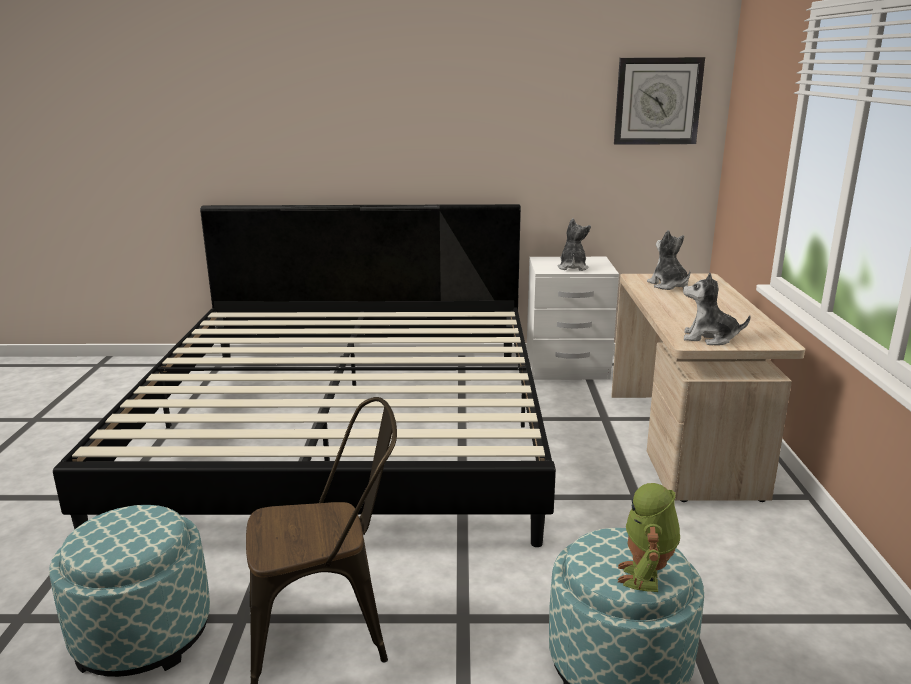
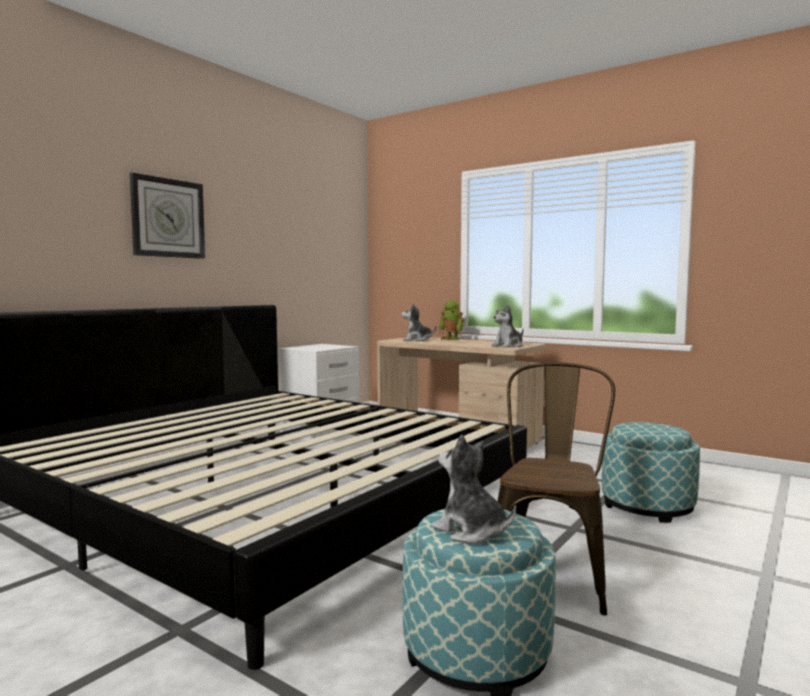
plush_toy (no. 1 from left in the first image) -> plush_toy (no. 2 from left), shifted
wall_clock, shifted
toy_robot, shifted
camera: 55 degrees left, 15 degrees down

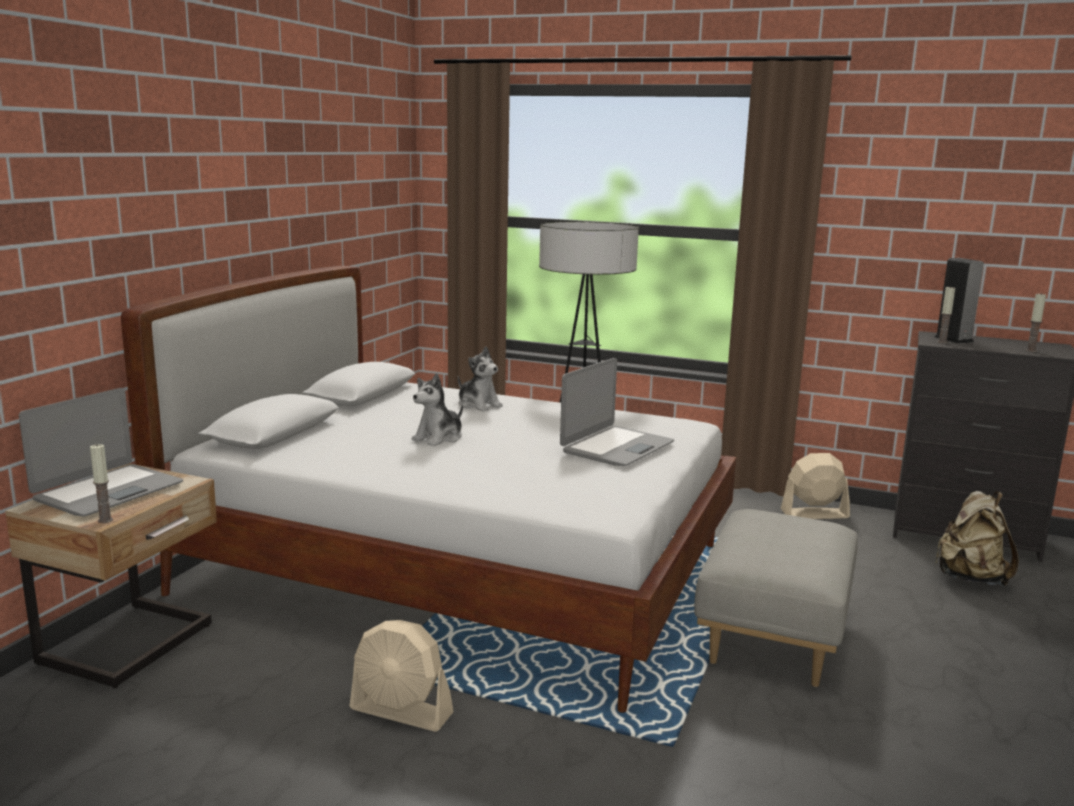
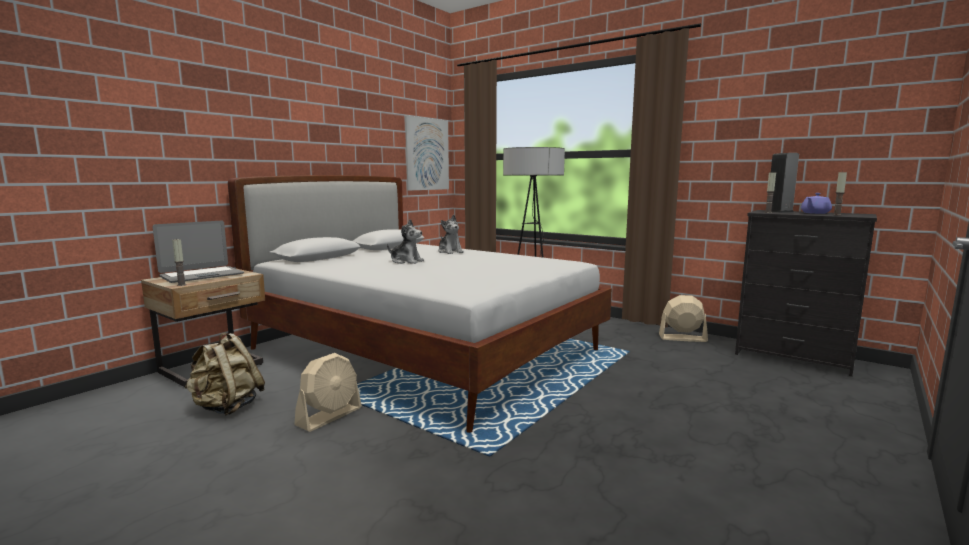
laptop (no. 2 from left) -> none
grey_ottoman -> none
none -> picture
none -> purple_teapot
beige_backpack, shifted
beige_fan (no. 1 from left), 90 degrees counterclockwise
plush_toy (no. 1 from left), 120 degrees counterclockwise
camera: 15 degrees right, 5 degrees down

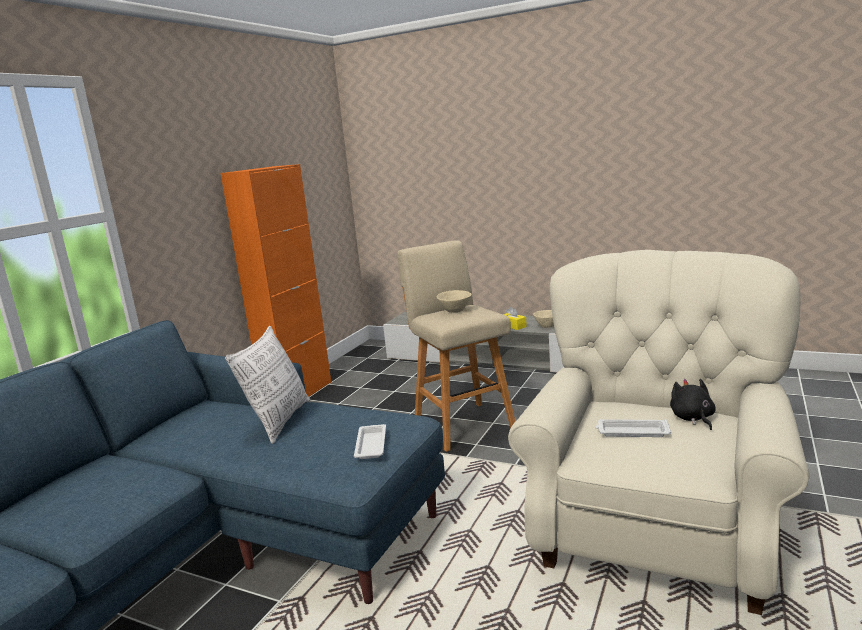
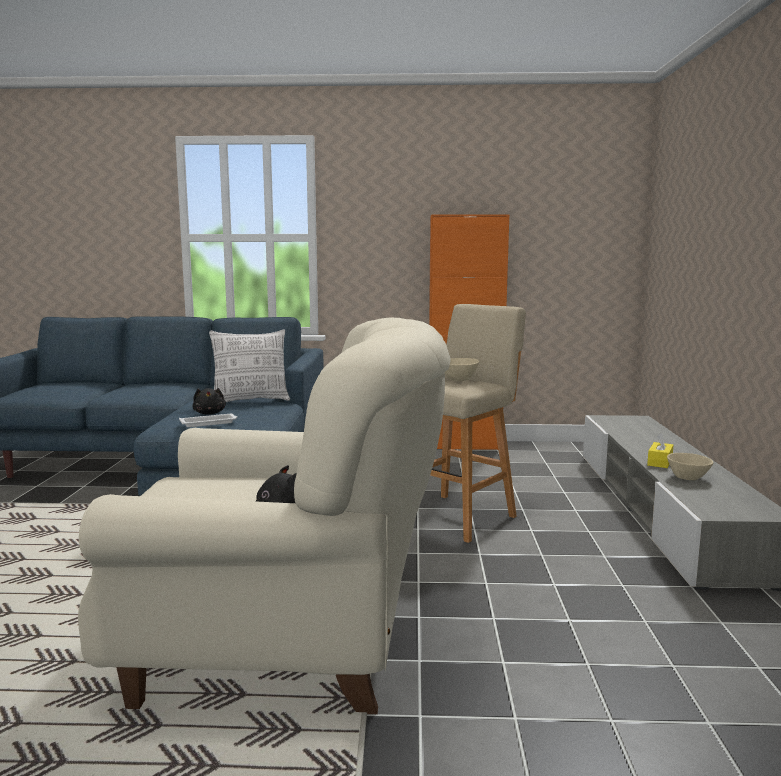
white_tray (no. 2 from left) -> none
none -> black_plush_toy (no. 1 from left)
camera: 65 degrees right, 5 degrees down

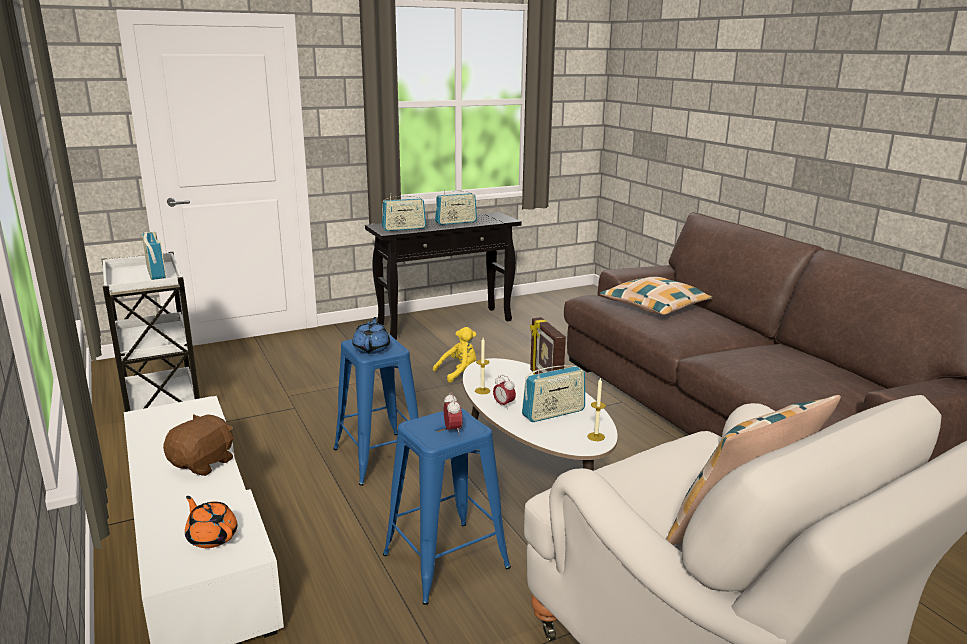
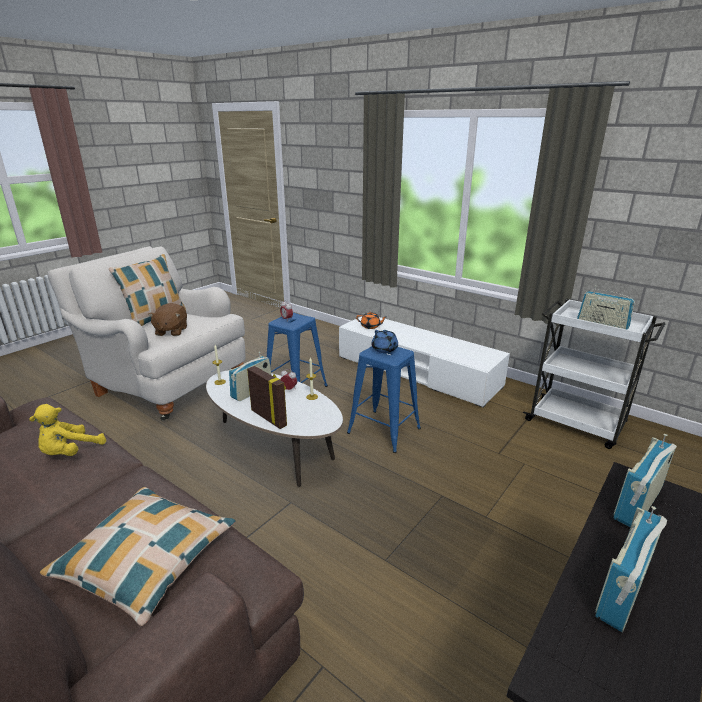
brown_plush_toy, shifted
yellow_plush_toy, shifted
camera: 155 degrees right, 5 degrees up

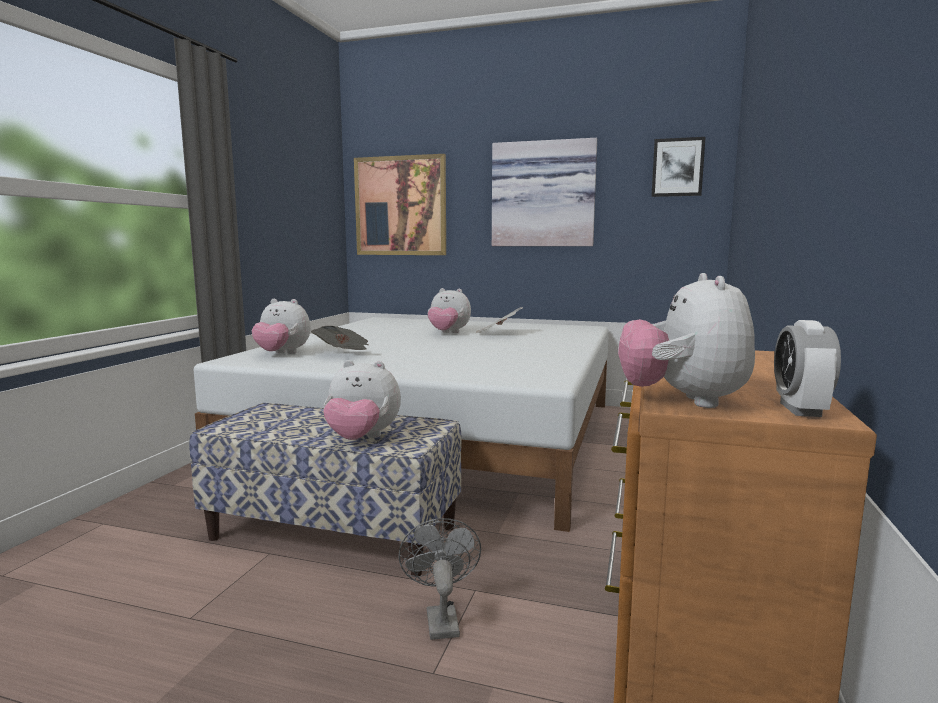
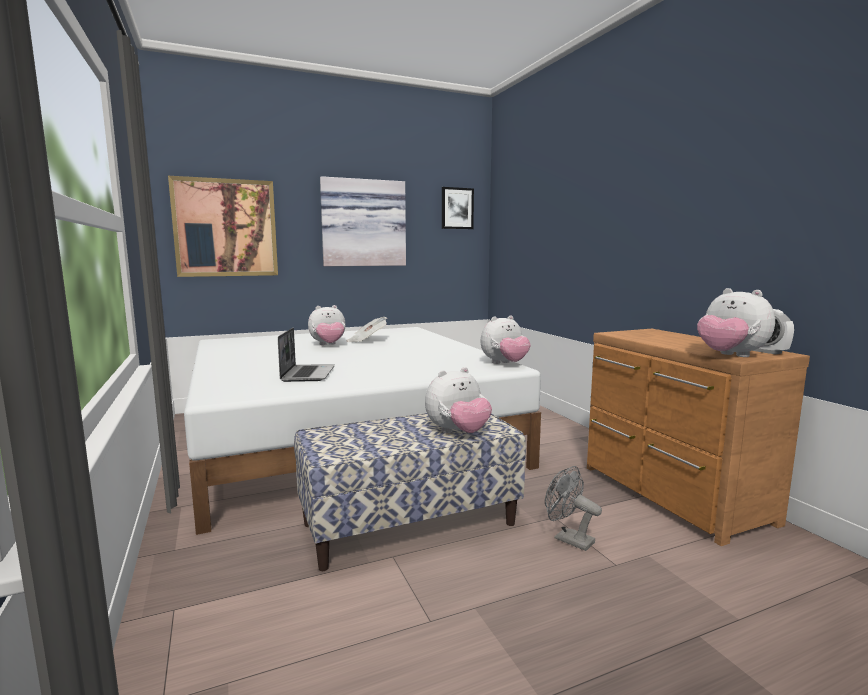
plush_toy (no. 1 from left in the first image) -> plush_toy (no. 3 from left), shifted
newspaper (no. 1 from left) -> laptop
camera: 40 degrees left, 0 degrees up

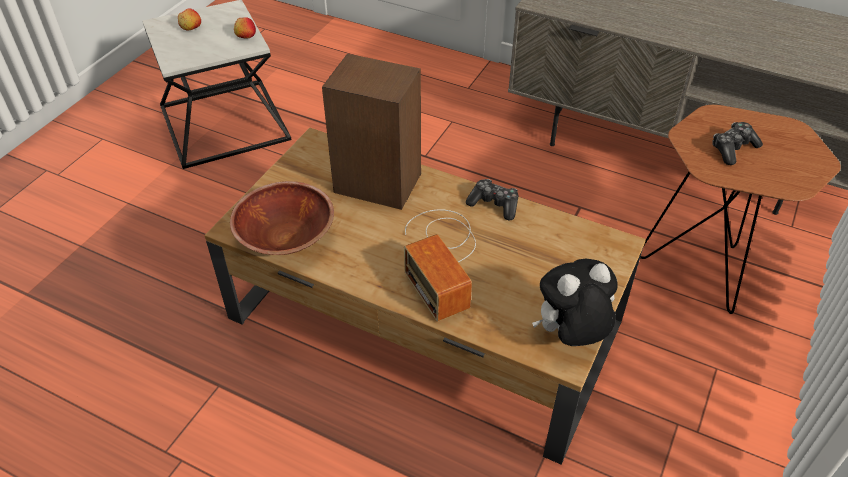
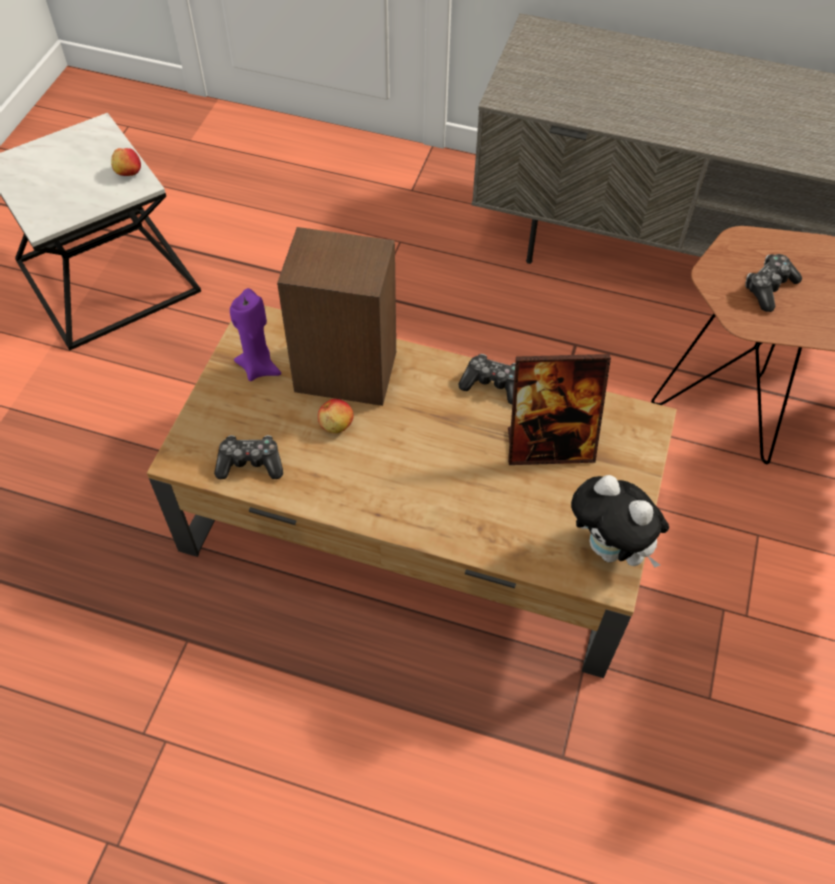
radio -> none
none -> purple_candle
none -> picture_frame
apple (no. 1 from left in the first image) -> apple (no. 2 from left), shifted
brown_bowl -> game_controller (no. 1 from left)
plush_toy, 105 degrees counterclockwise
camera: 10 degrees left, 10 degrees up

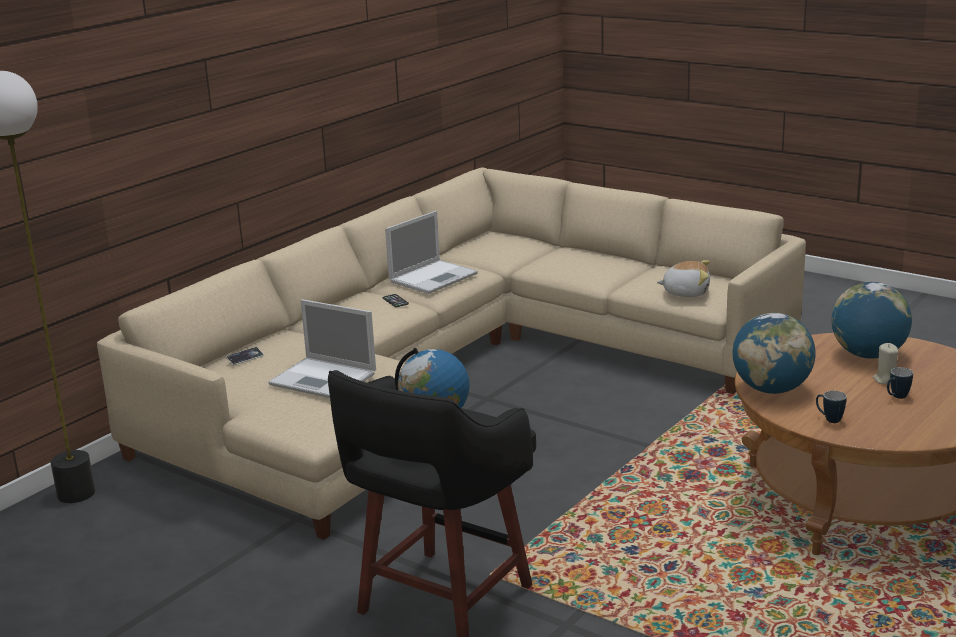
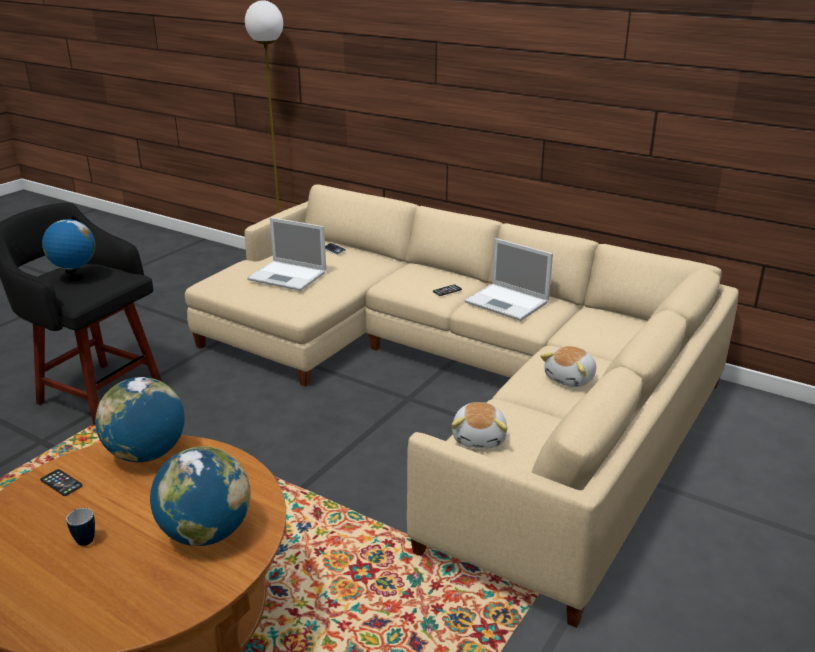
beige_candle -> none
none -> plush_toy (no. 2 from left)
mug (no. 1 from left) -> phone (no. 1 from left)
laptop (no. 1 from left), 90 degrees counterclockwise
camera: 85 degrees right, 5 degrees up

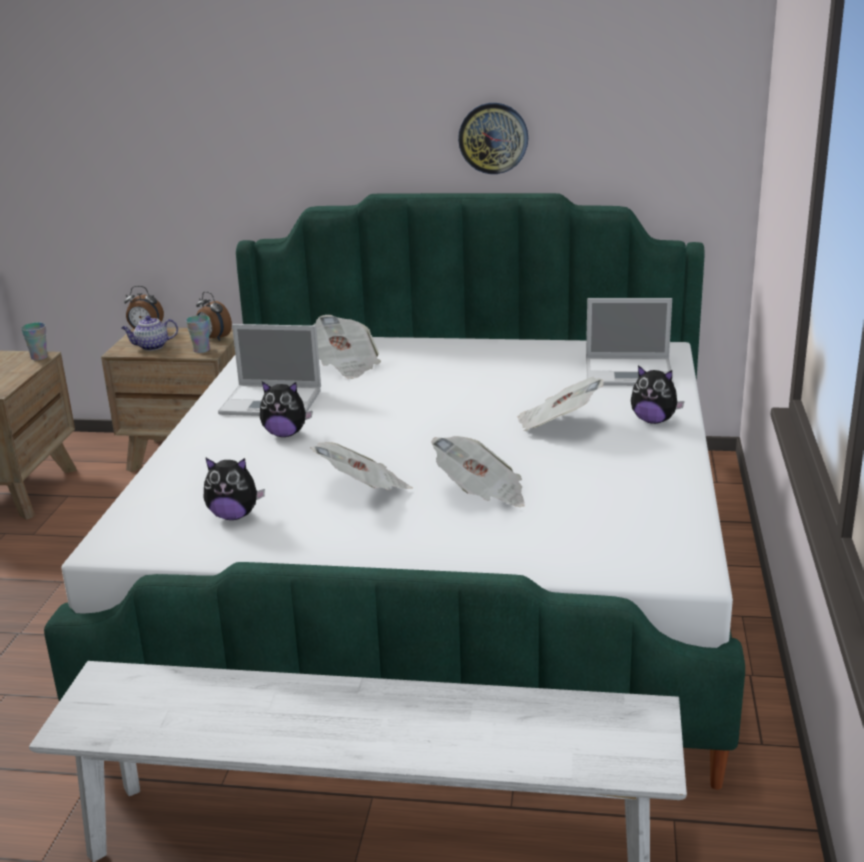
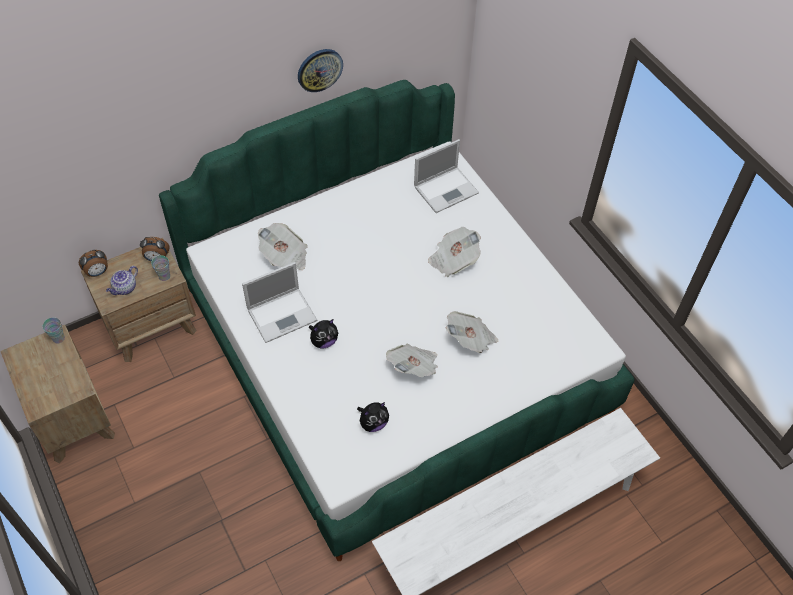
plush_toy (no. 3 from left) -> none
camera: 40 degrees left, 30 degrees up

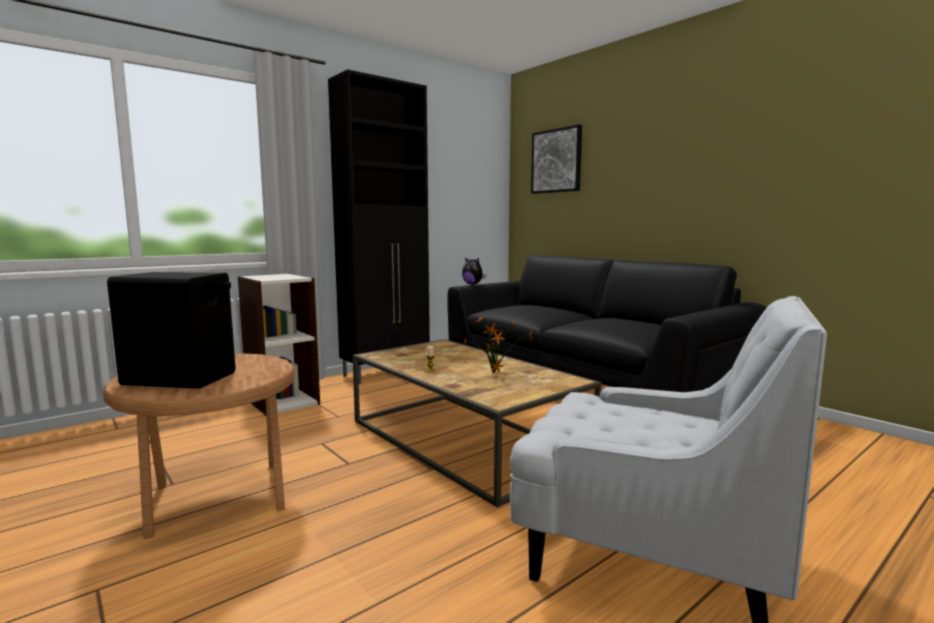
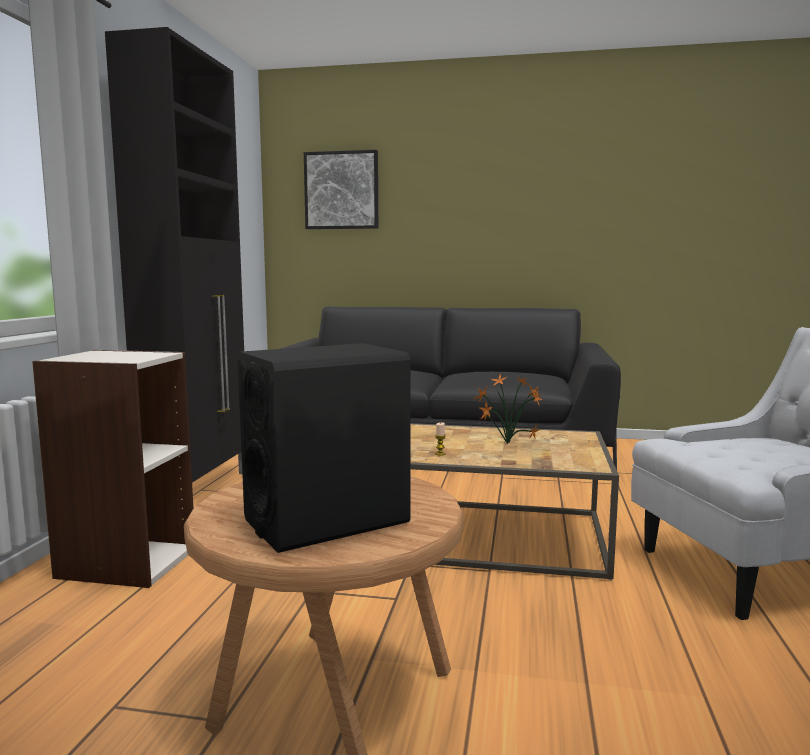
plush_toy -> none
camera: 40 degrees left, 0 degrees up

